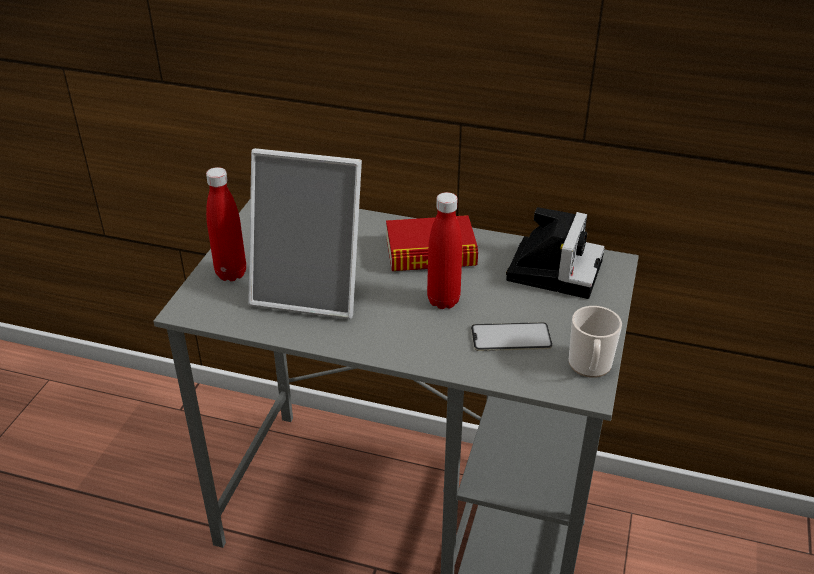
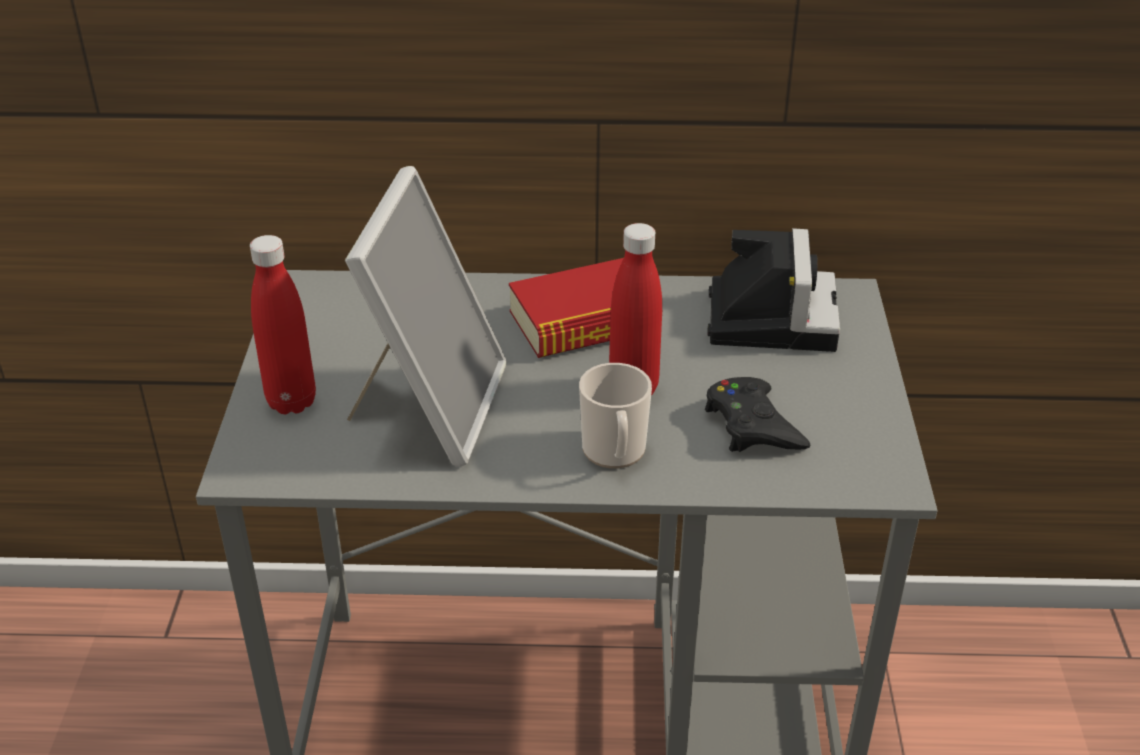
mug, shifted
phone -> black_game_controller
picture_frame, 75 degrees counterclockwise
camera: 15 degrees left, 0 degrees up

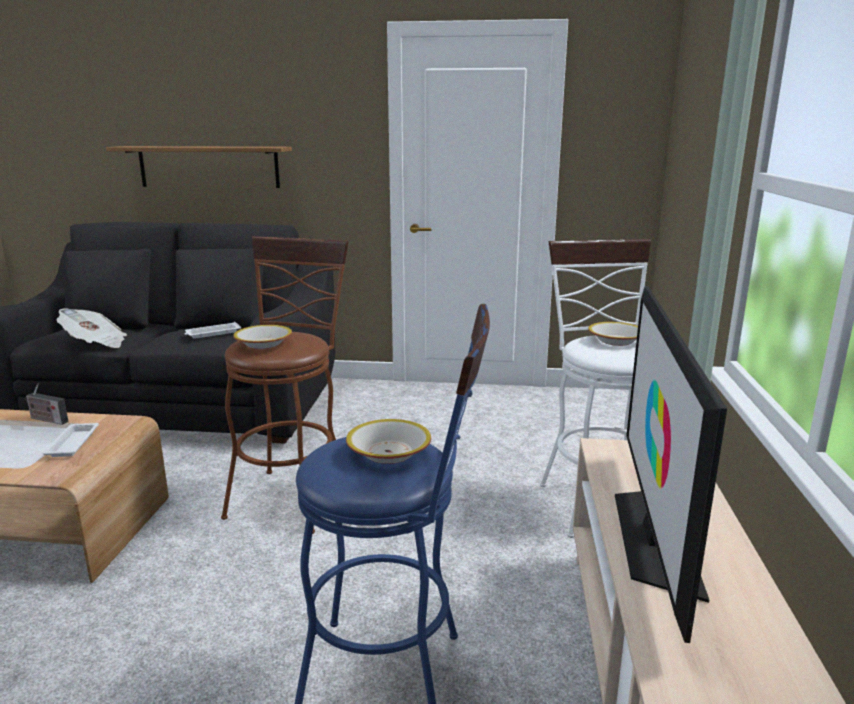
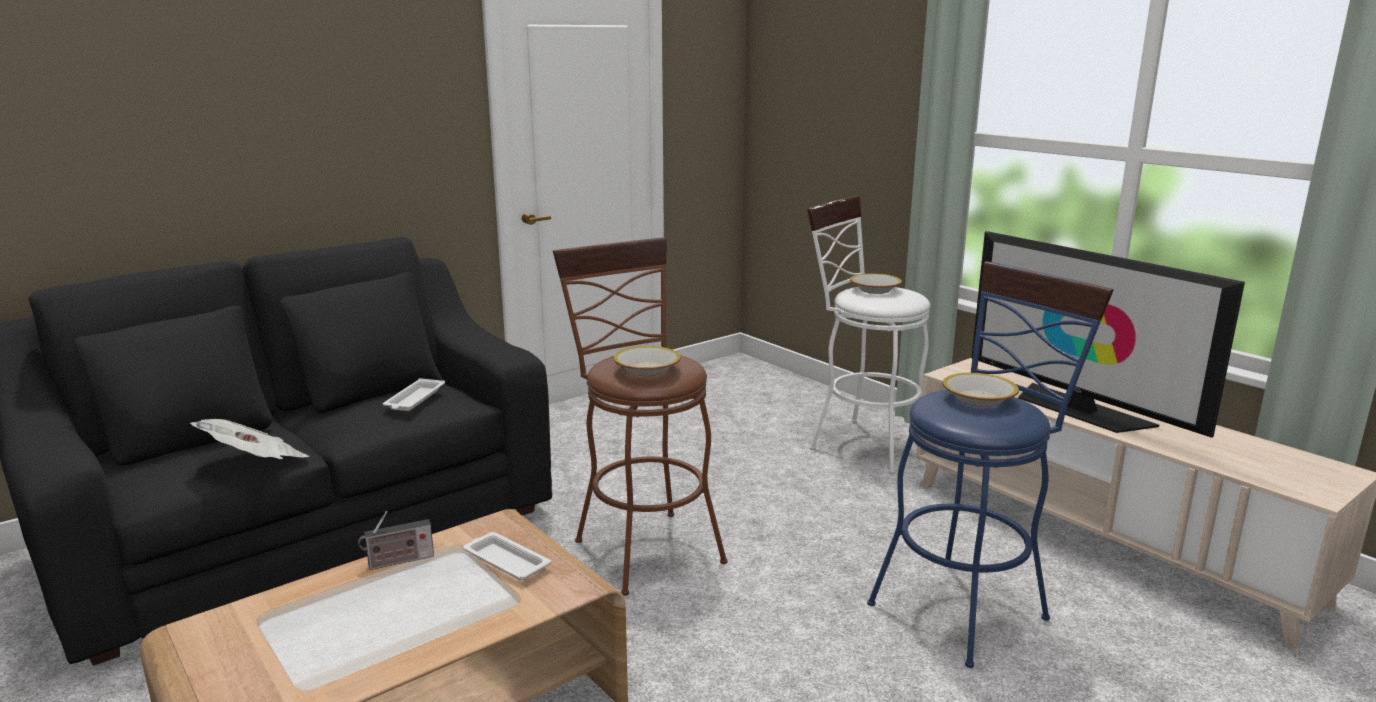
shelf -> none
camera: 45 degrees left, 0 degrees up

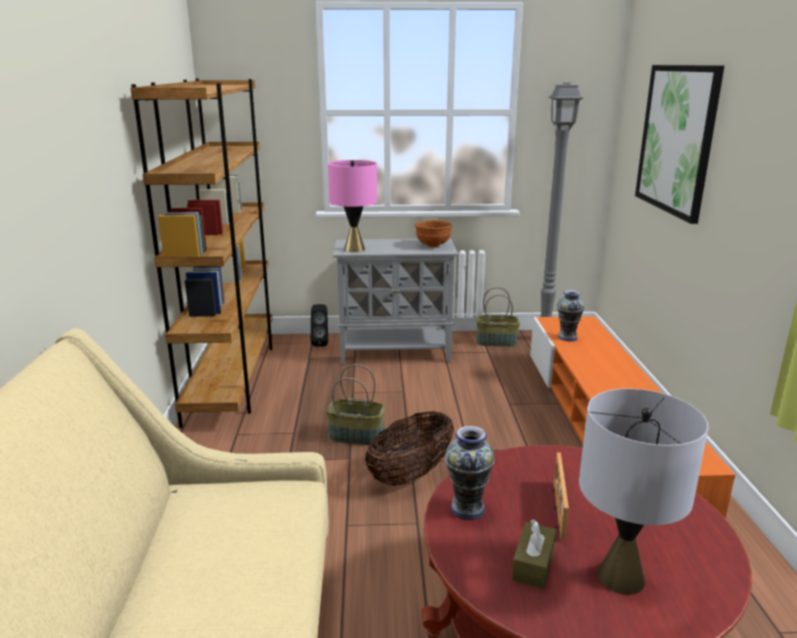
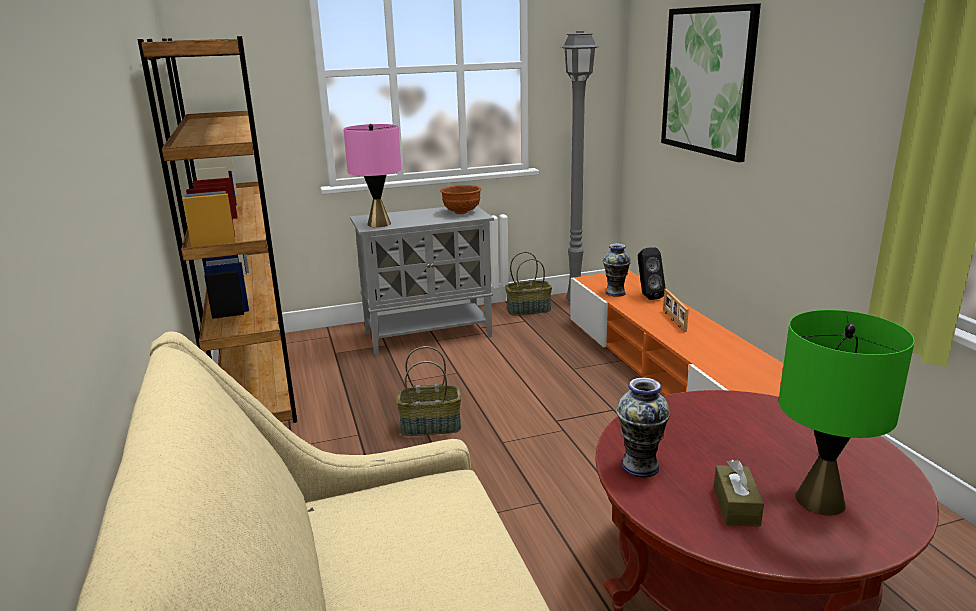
basket (no. 2 from left) -> none
black_speaker, shifted
picture_frame, shifted
grey_table_lamp -> green_table_lamp
camera: 15 degrees left, 0 degrees up

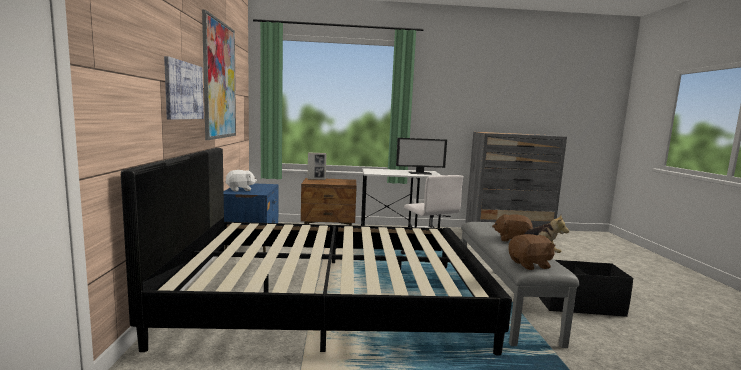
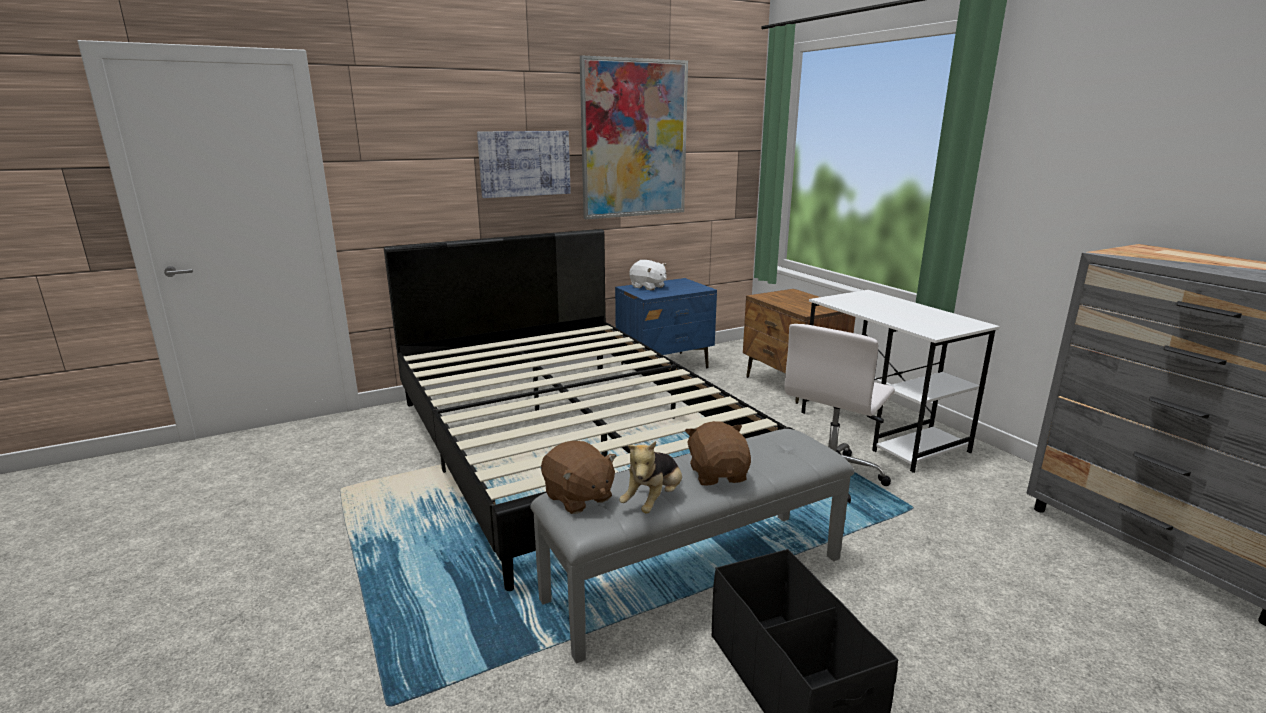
picture_frame -> none
monitor -> none
camera: 65 degrees right, 10 degrees up

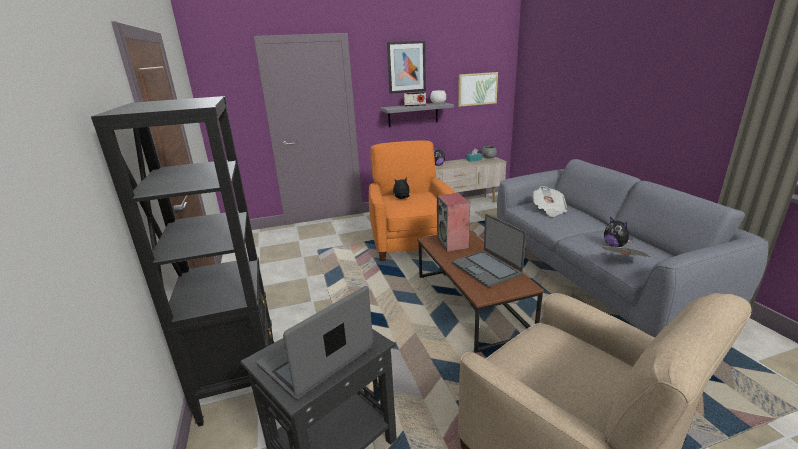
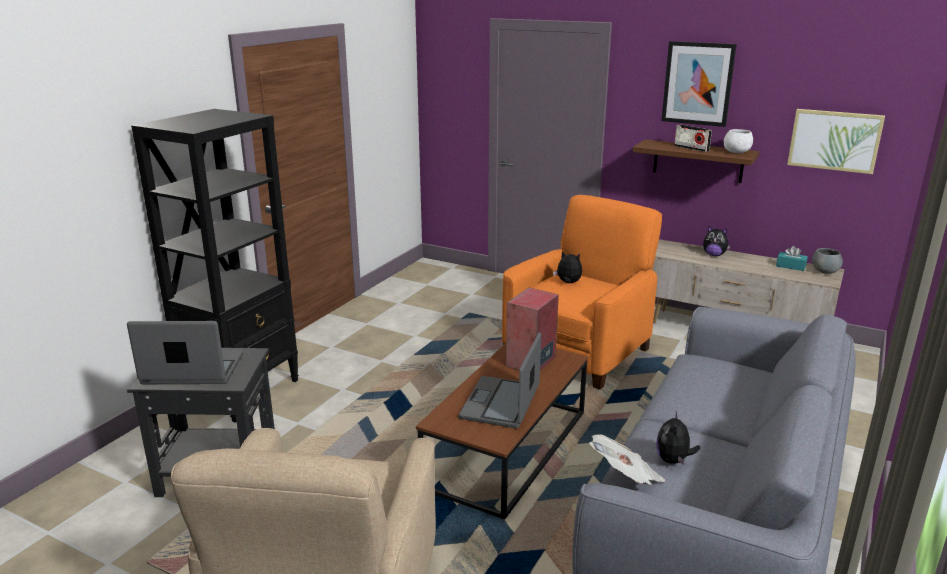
newspaper (no. 1 from left) -> none
grey_shelf -> brown_shelf
camera: 45 degrees right, 0 degrees up

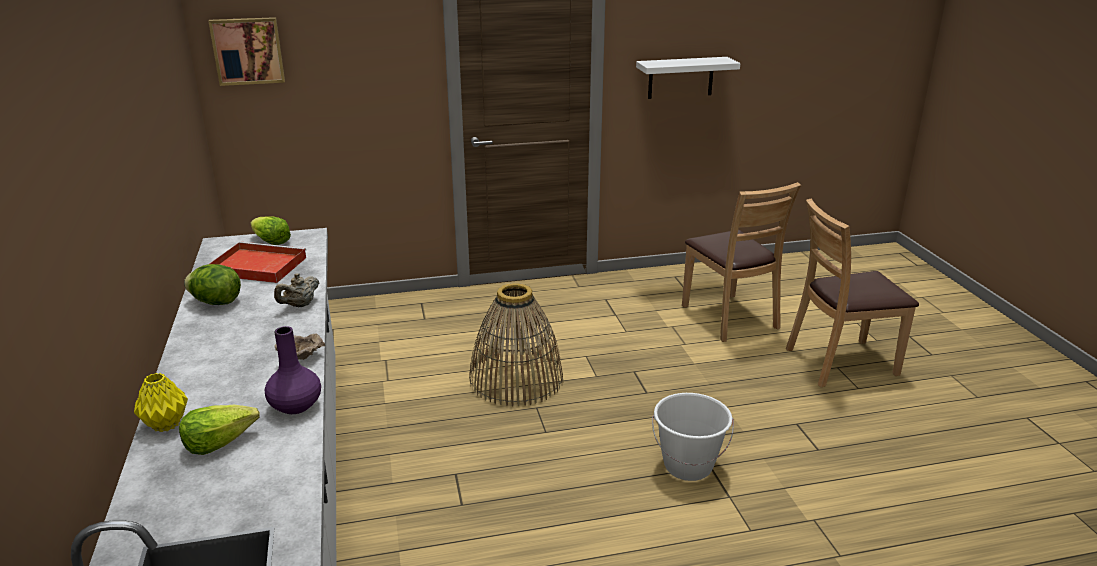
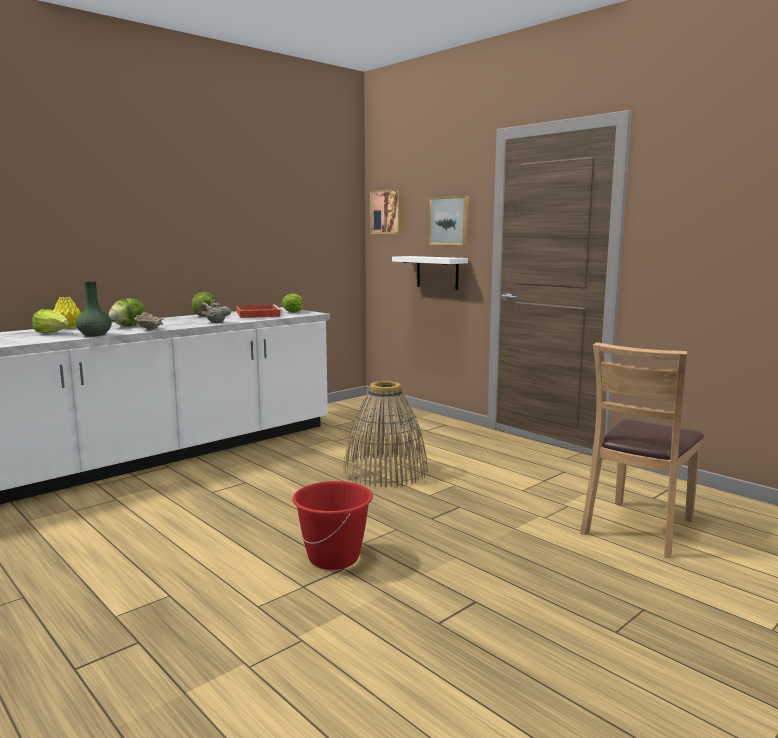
brown_chair (no. 2 from left) -> none
none -> lettuce (no. 2 from left)
none -> picture (no. 2 from left)
white_shelf, shifted
purple_vase -> green_vase
white_bucket -> red_bucket
camera: 60 degrees right, 15 degrees down

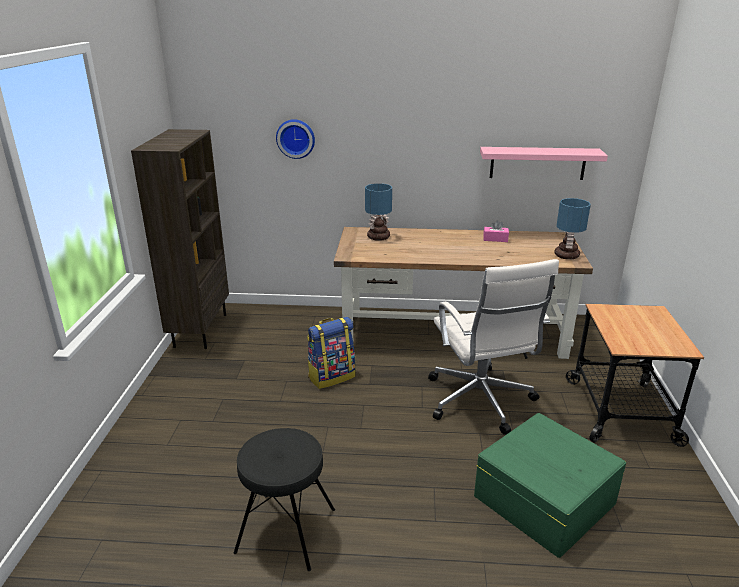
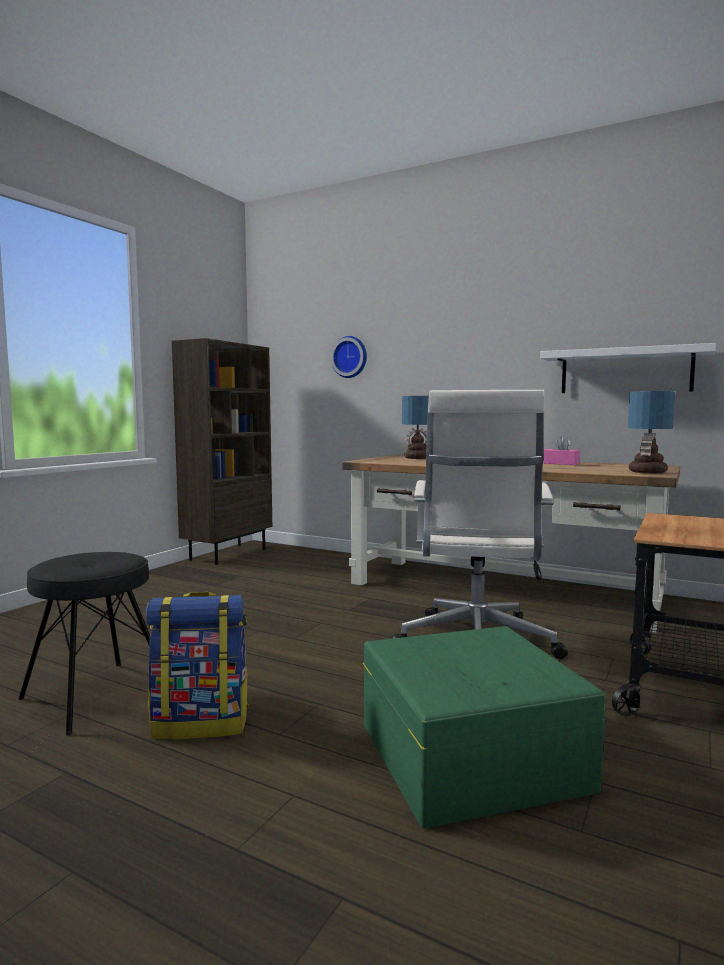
backpack, shifted
pink_shelf -> white_shelf
camera: 25 degrees right, 20 degrees down

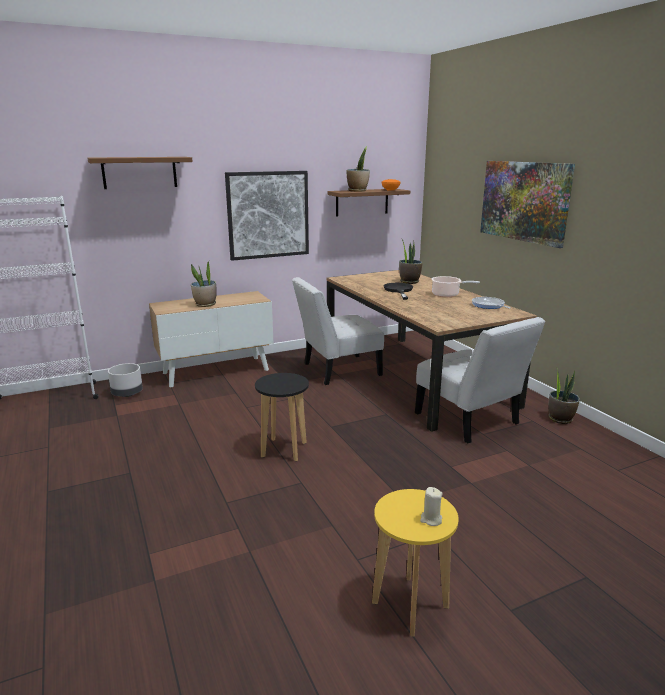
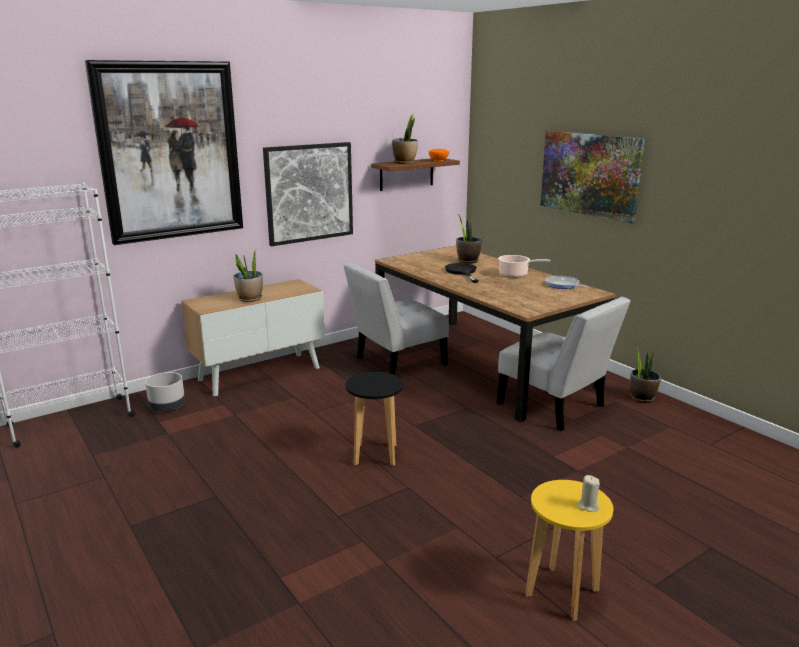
brown_shelf (no. 1 from left) -> picture (no. 1 from left)
camera: 10 degrees left, 0 degrees up

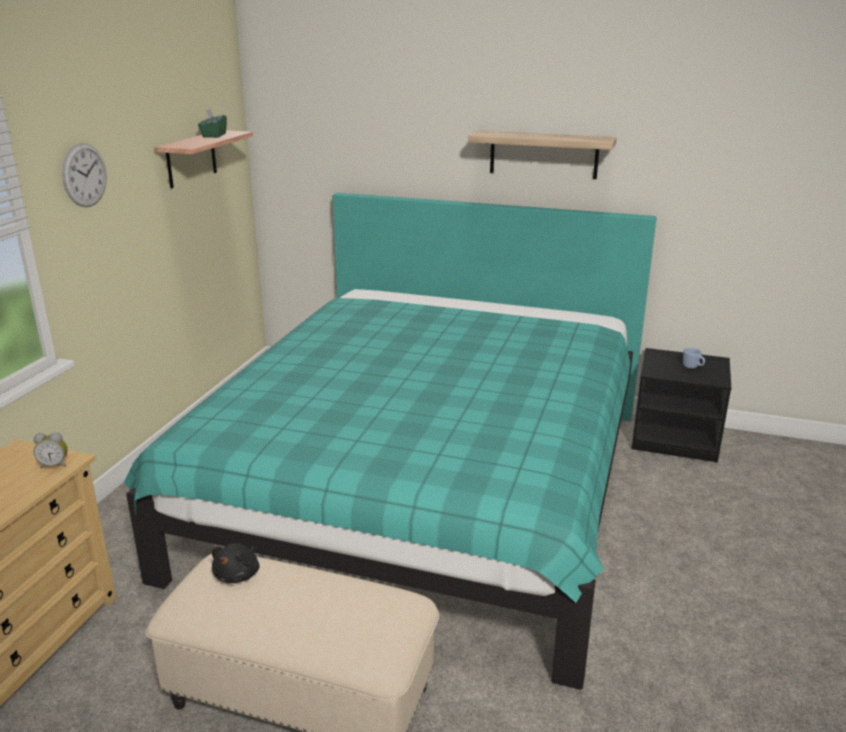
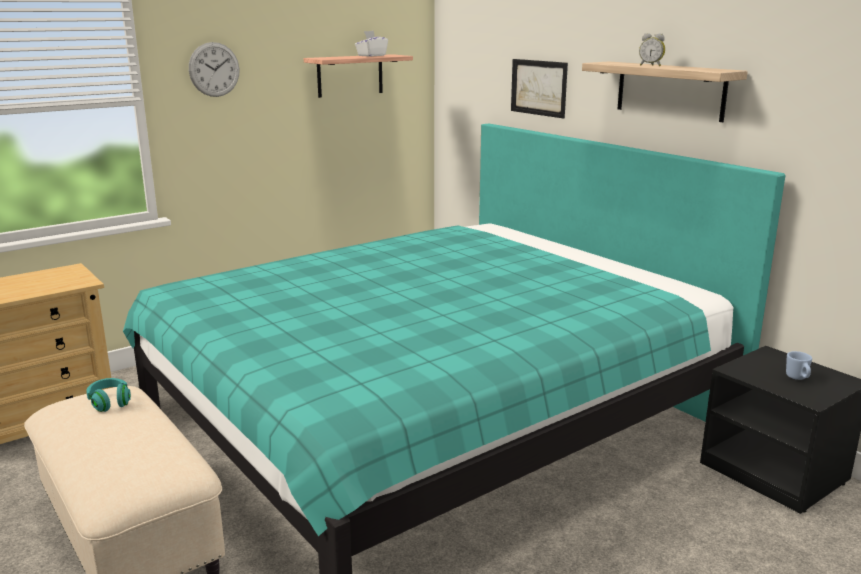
none -> picture
alarm_clock, shifted
black_plush_toy -> turquoise_headphones
green_tissue_box -> white_tissue_box
camera: 35 degrees right, 5 degrees down

